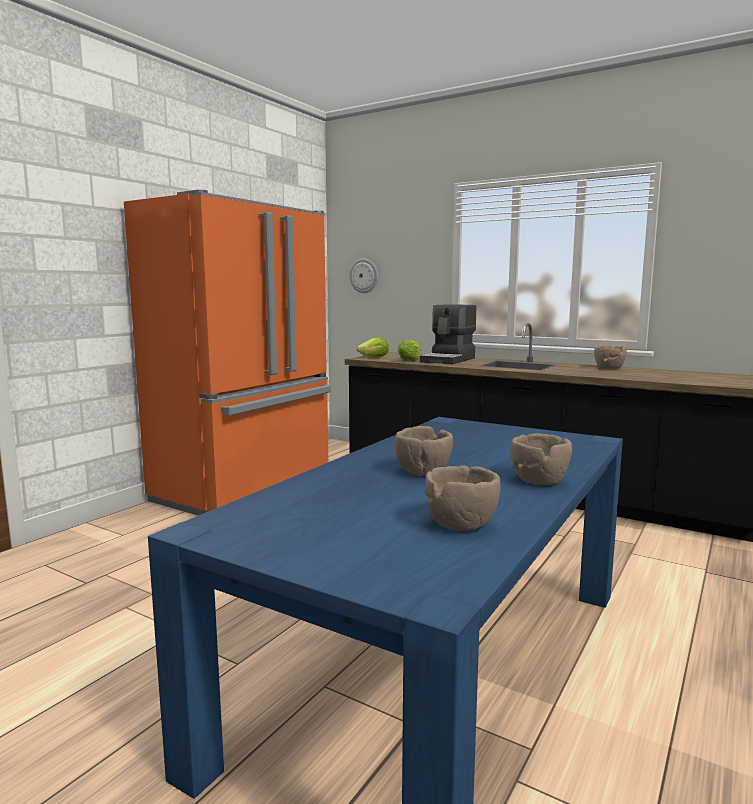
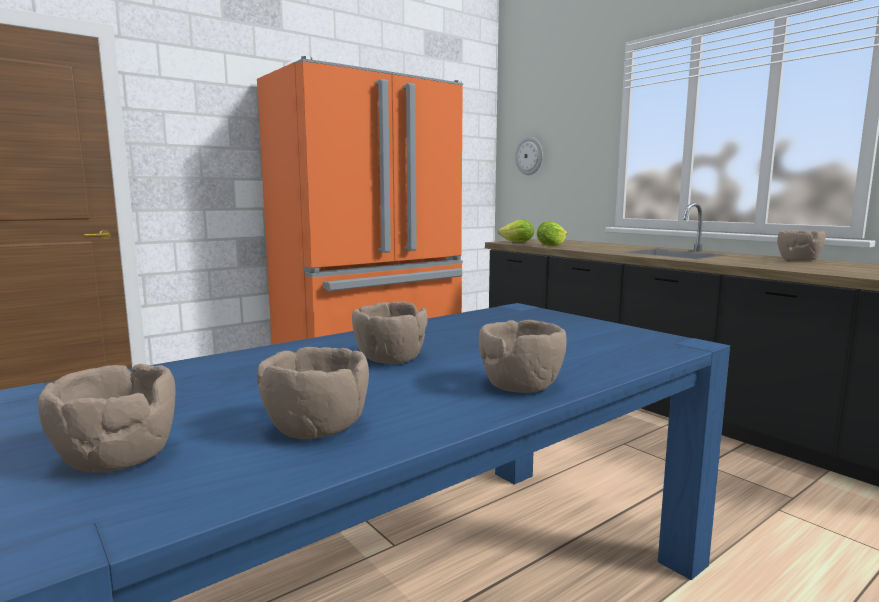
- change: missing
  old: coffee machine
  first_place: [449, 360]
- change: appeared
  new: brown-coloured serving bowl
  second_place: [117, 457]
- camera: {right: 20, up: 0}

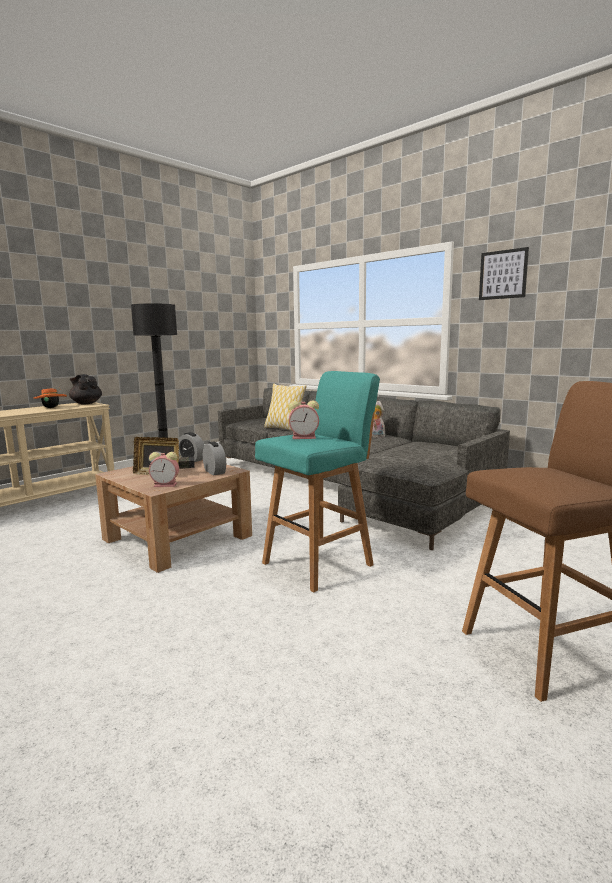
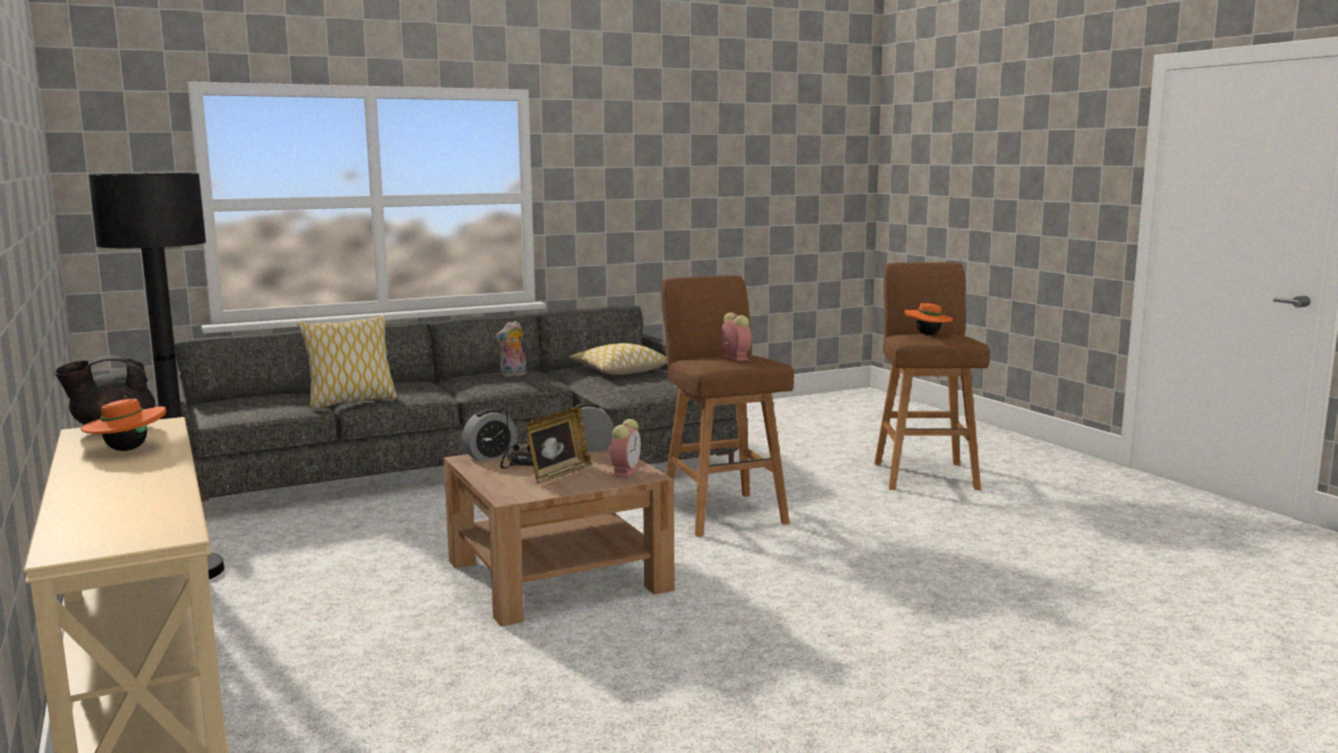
- change: missing
  old: wall art
  first_place: [503, 274]
- change: appeared
  new: cushion
  second_place: [619, 371]
- change: appeared
  new: orange wearable hat
  second_place: [928, 334]
- change: colour
  old: turquoise-coloured sitting stool
  new: brown-coloured sitting stool
  first_place: [320, 563]
  second_place: [722, 513]
- change: spun
  old: table clock
  first_place: [305, 437]
  second_place: [734, 358]
  degrees: -45
- camera: {right: -70, up: 0}

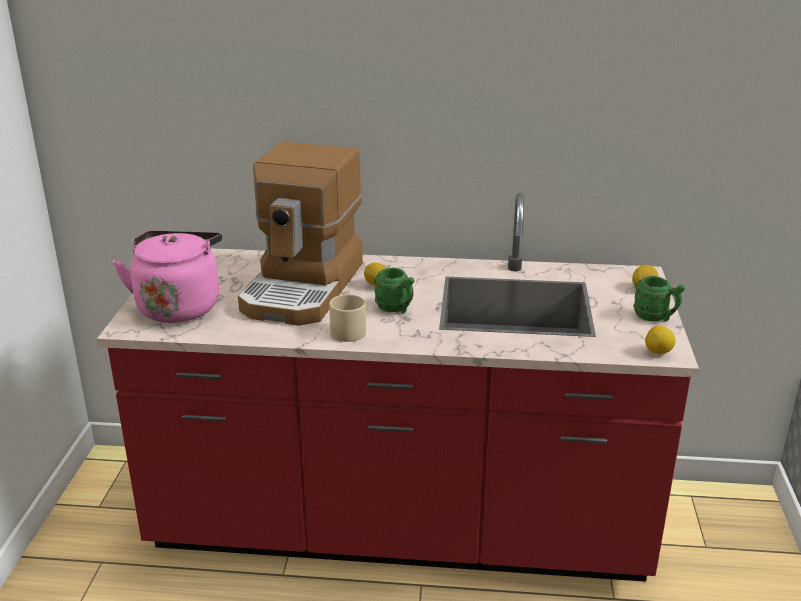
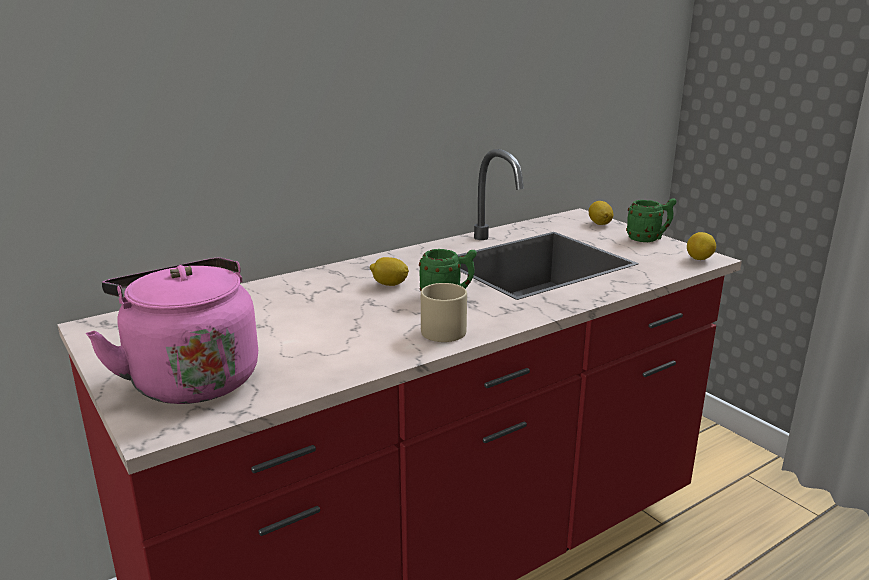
- change: missing
  old: coffee machine
  first_place: [304, 288]
- camera: {right: -40, up: -5}

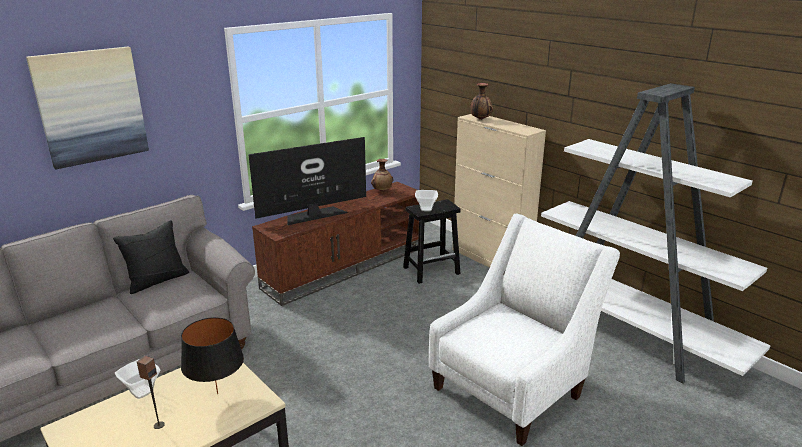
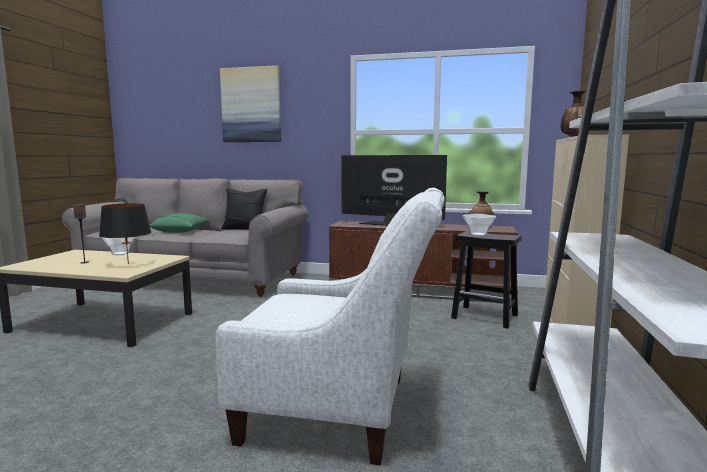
- change: appeared
  new: greenish cushion
  second_place: [180, 231]
- camera: {right: 55, up: -15}

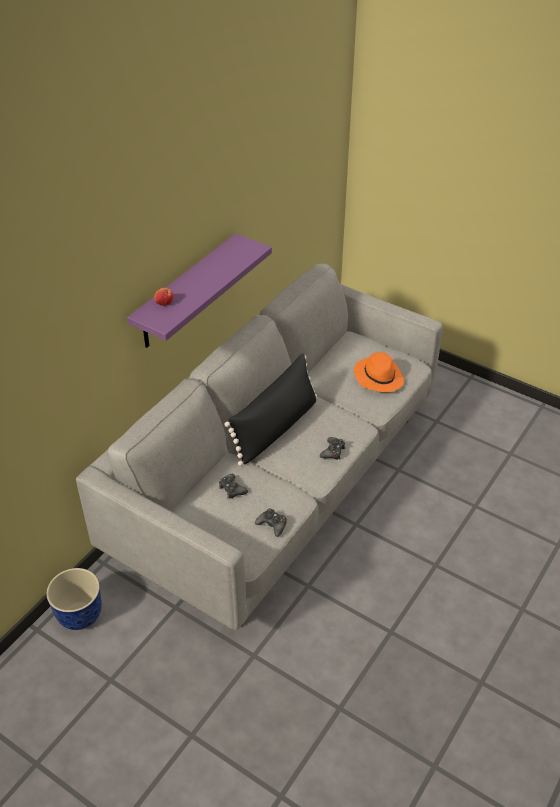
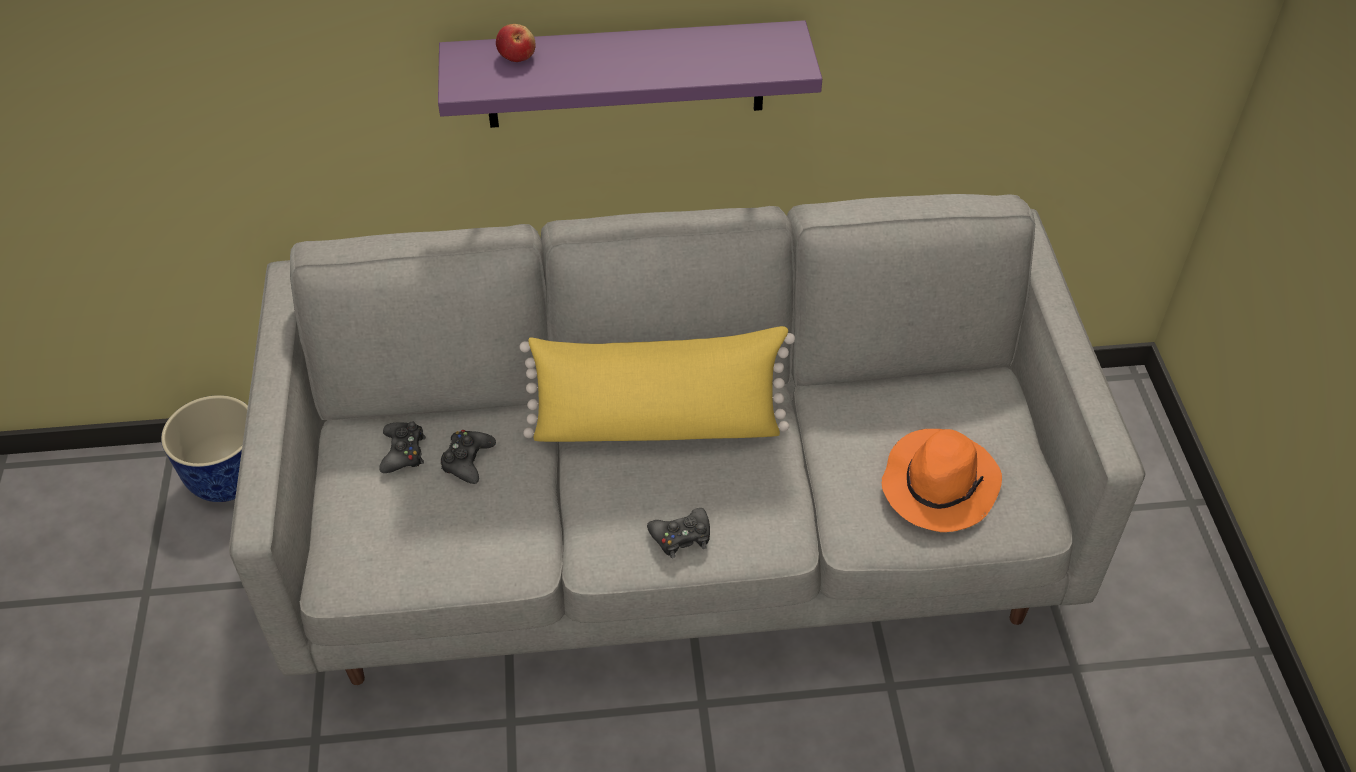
- change: relocated
  old: black game controller
  first_place: [272, 525]
  second_place: [403, 452]
- change: colour
  old: black cushion
  new: yellow cushion
  first_place: [275, 428]
  second_place: [657, 426]
- camera: {right: 50, up: 5}

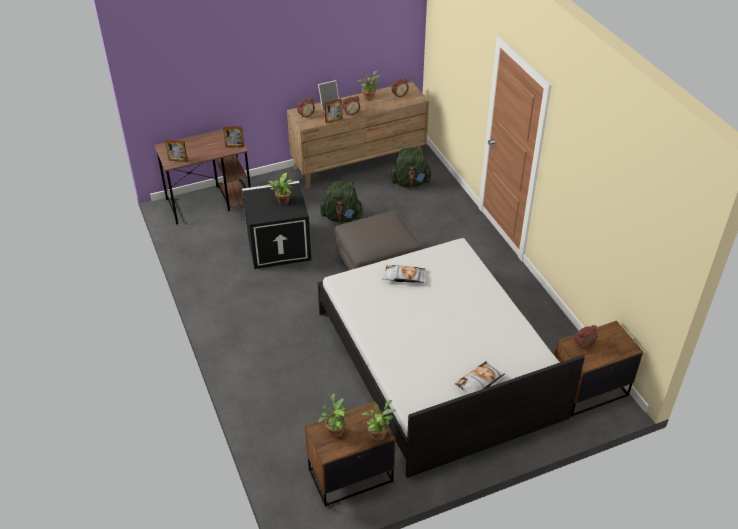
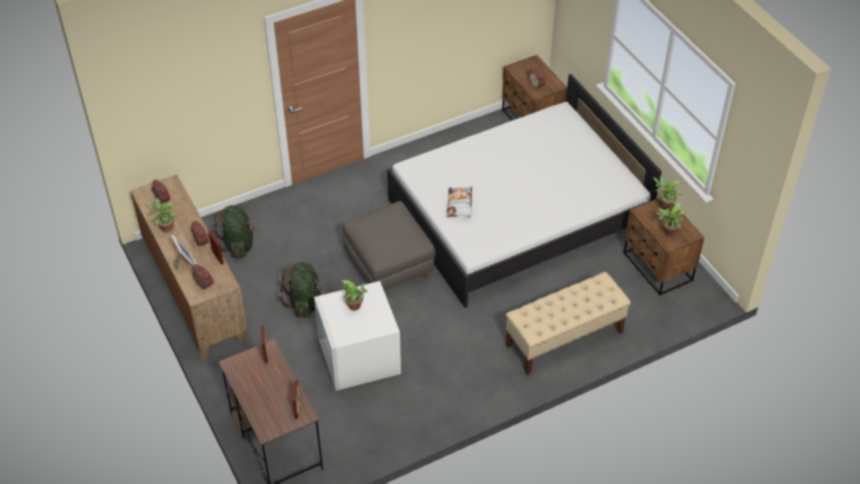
- change: missing
  old: cushion
  first_place: [479, 382]
- change: appeared
  new: sand-coloured indoor bench
  second_place: [564, 339]
- change: colour
  old: black storage bin
  new: whitish storage bin
  first_place: [279, 245]
  second_place: [357, 355]
- camera: {right: -95, up: 5}

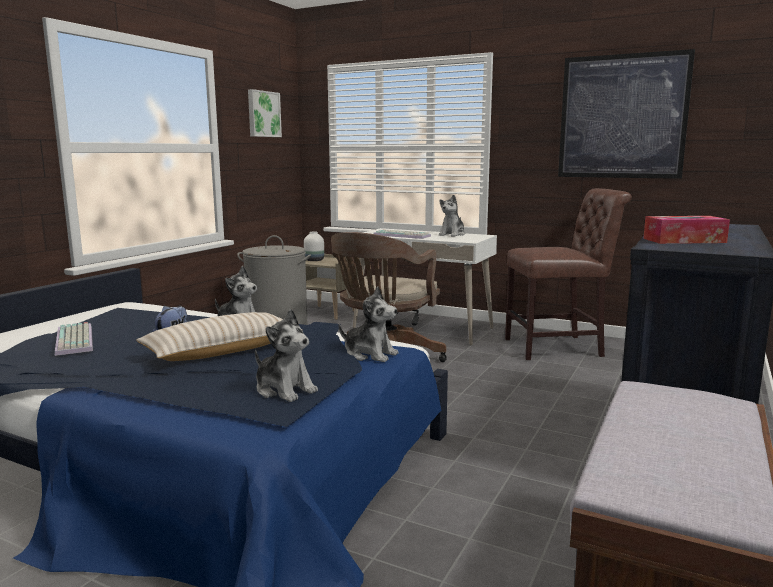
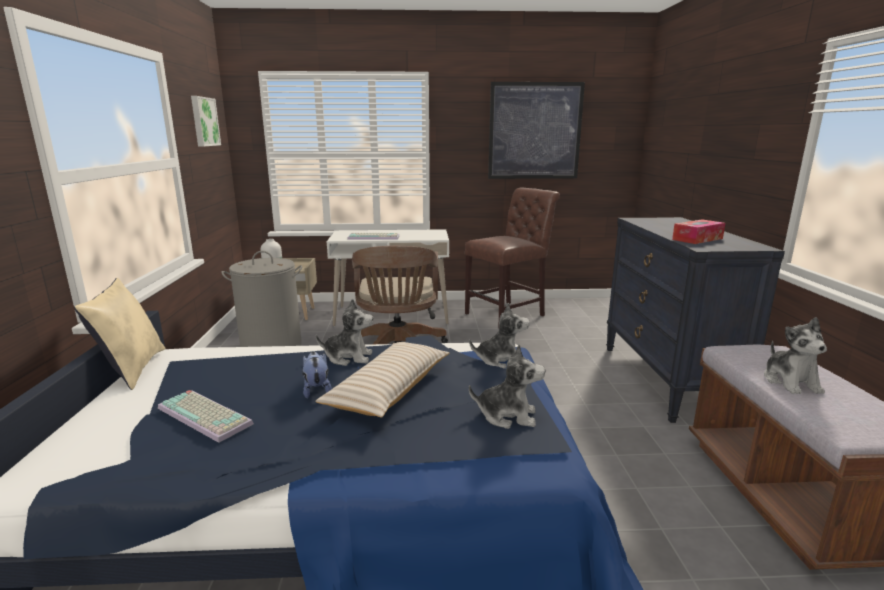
- change: appeared
  new: sand-coloured cushion
  second_place: [132, 369]
- change: relocated
  old: cuddly toy
  first_place: [452, 234]
  second_place: [790, 382]
- camera: {right: -30, up: 5}

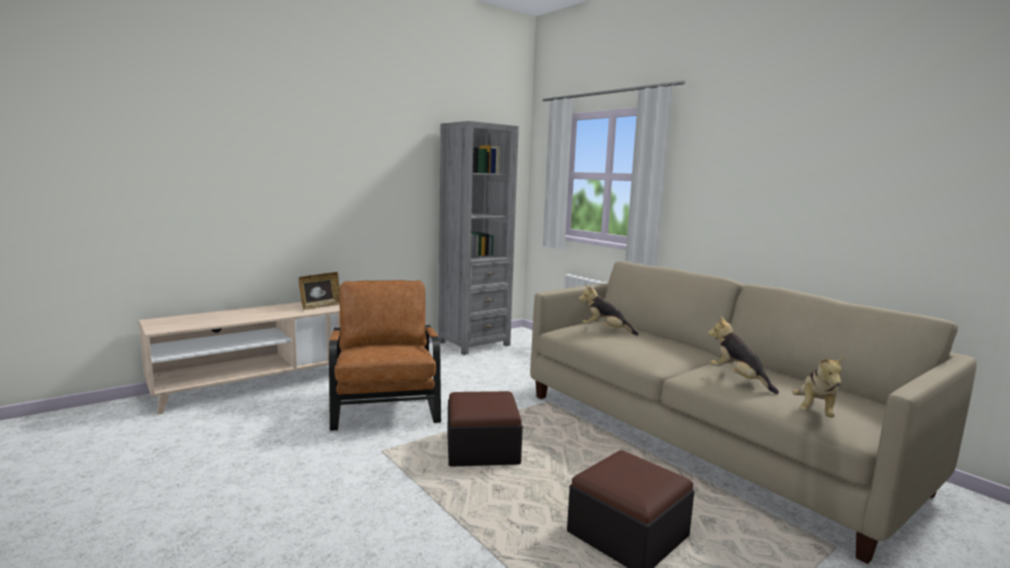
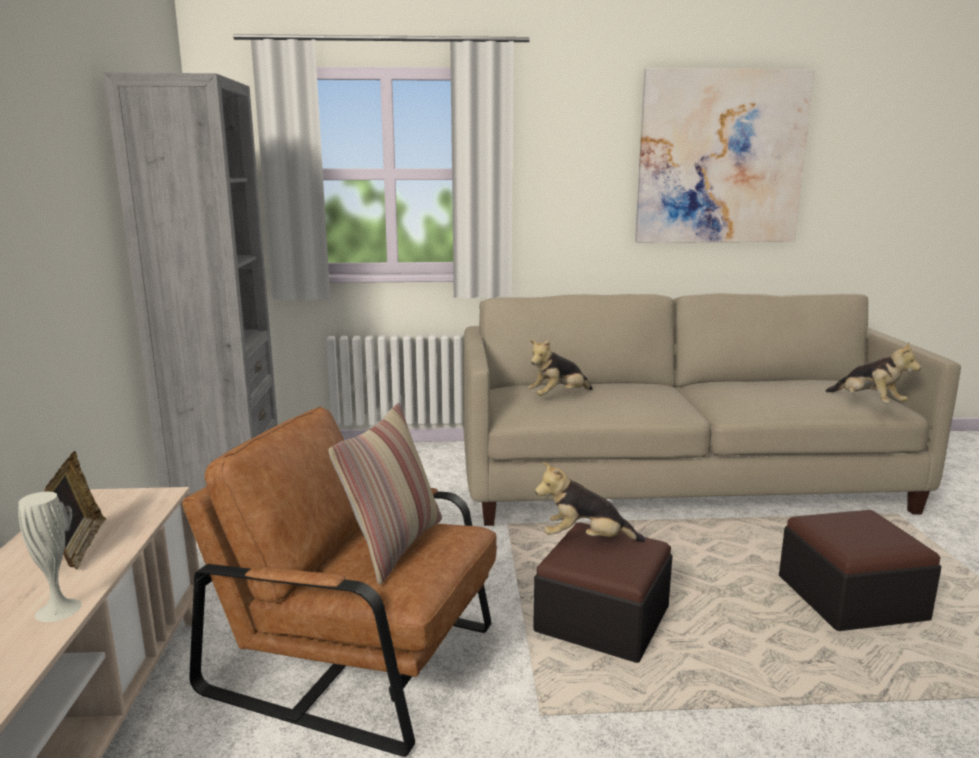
- change: appeared
  new: whitish decorative vase
  second_place: [58, 610]
- change: appeared
  new: cushion
  second_place: [394, 546]
- change: appeared
  new: wall art
  second_place: [720, 158]
- change: relocated
  old: cuddly toy
  first_place: [738, 380]
  second_place: [585, 540]
- camera: {right: -55, up: 5}

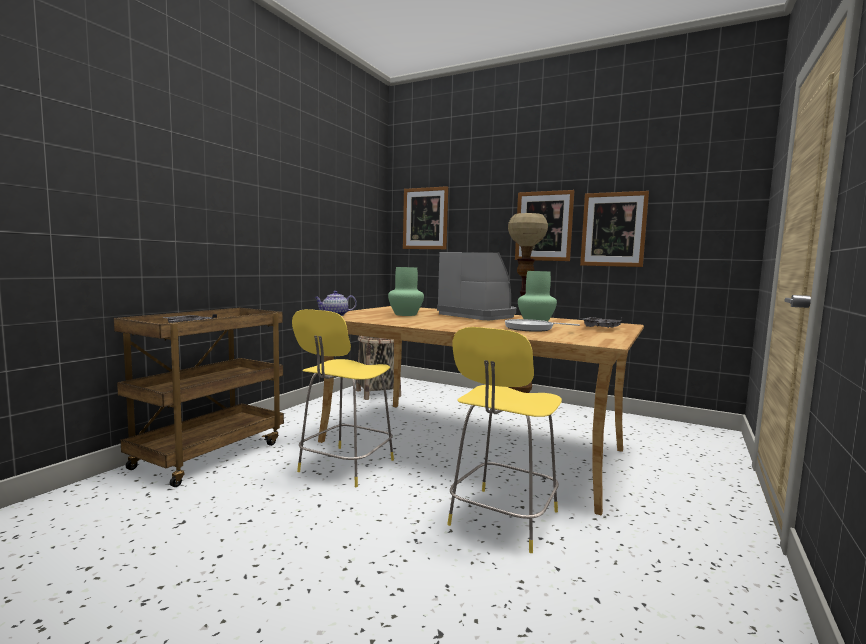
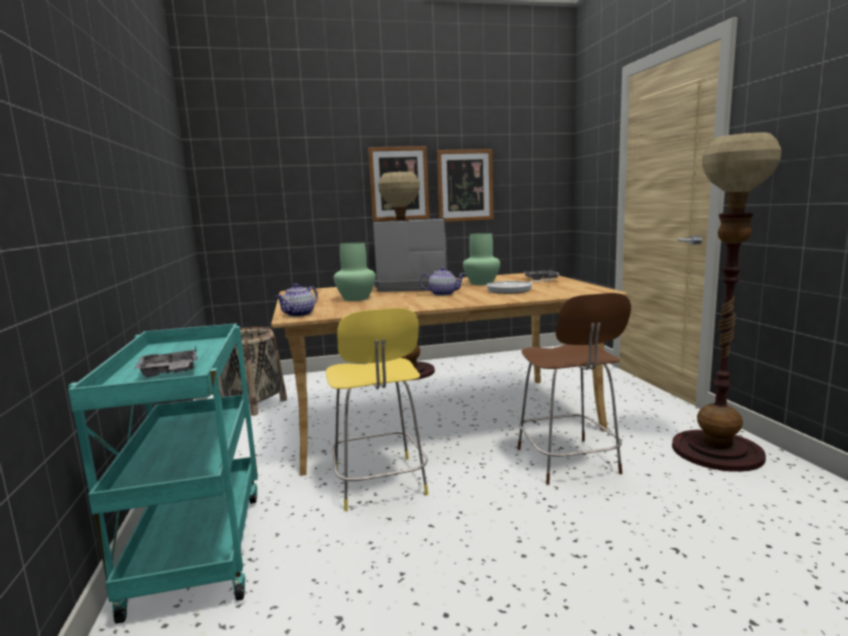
- change: missing
  old: wall art
  first_place: [425, 218]
- change: appeared
  new: tea pot
  second_place: [443, 294]
- change: appeared
  new: floor lamp
  second_place: [717, 451]
- change: colour
  old: brown-coloured wheeled cart
  new: turquoise-coloured wheeled cart
  first_place: [210, 454]
  second_place: [197, 547]
- change: colour
  old: yellow sitting stool
  new: brown-coloured sitting stool
  first_place: [502, 520]
  second_place: [568, 462]
- camera: {right: -40, up: 5}

